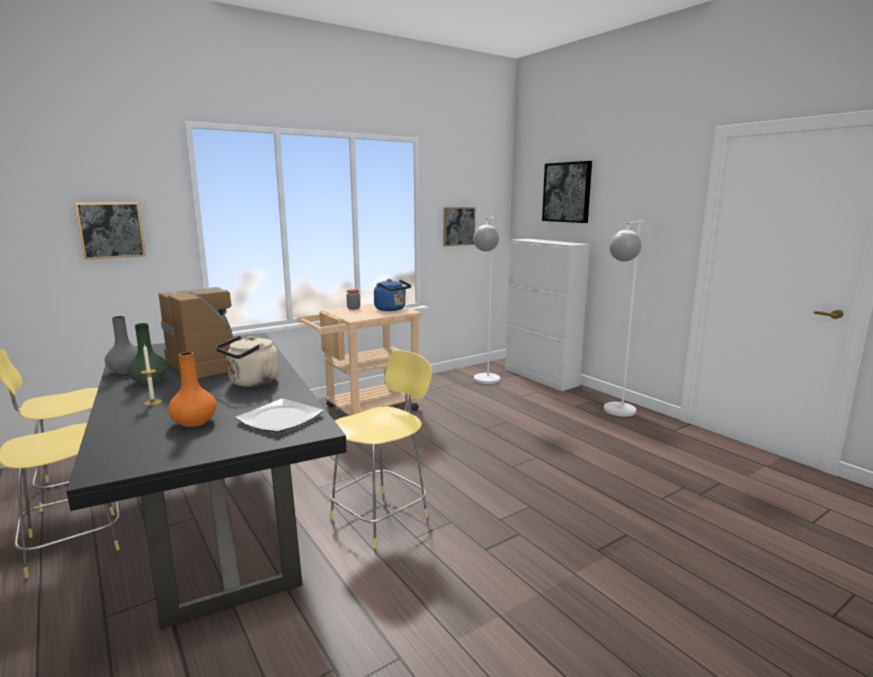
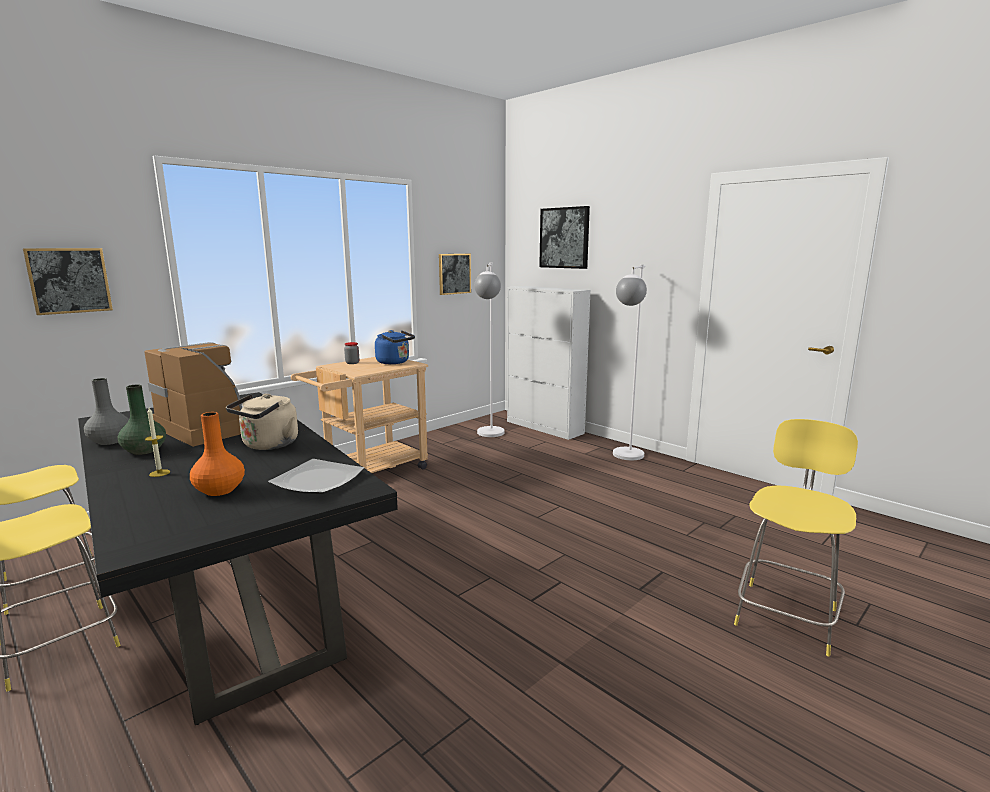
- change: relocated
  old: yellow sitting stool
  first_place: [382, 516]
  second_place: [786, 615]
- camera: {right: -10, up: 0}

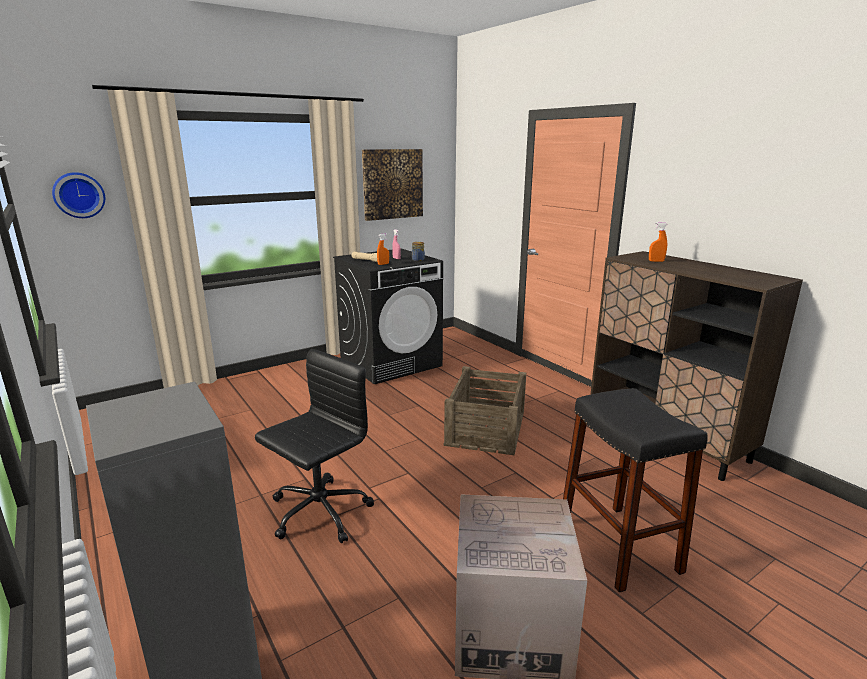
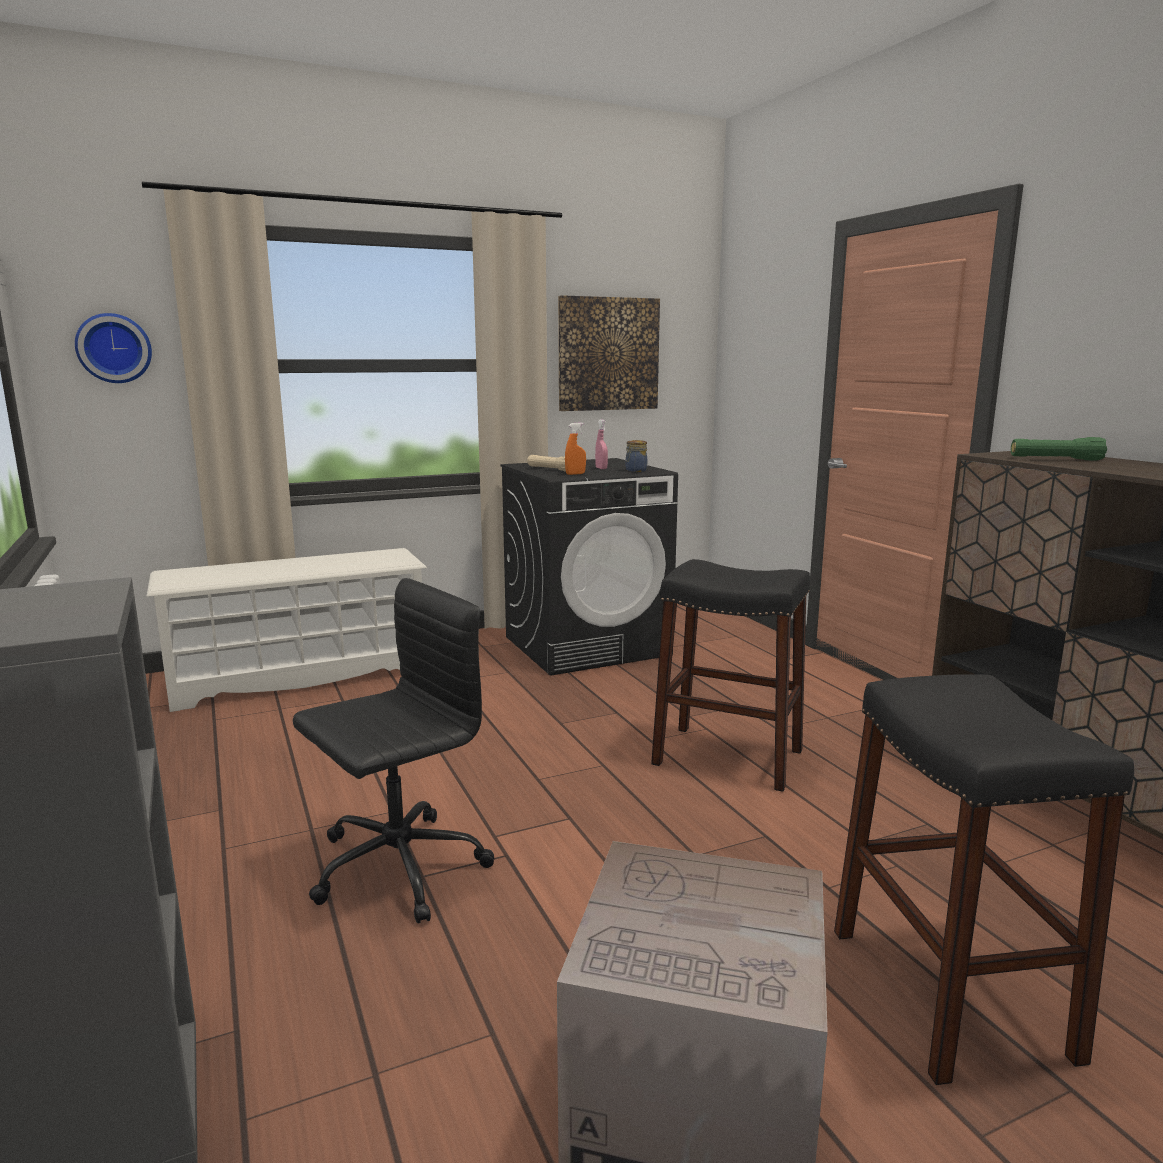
- change: appeared
  new: whitish shoe shelf
  second_place: [301, 677]
- change: exchanged
  old: shipping crate
  new: black sitting stool
  first_place: [486, 428]
  second_place: [728, 757]
- change: exchanged
  old: orange hand sprayer
  new: greenish flashlight
  first_place: [656, 261]
  second_place: [1055, 459]
- camera: {right: 10, up: -5}

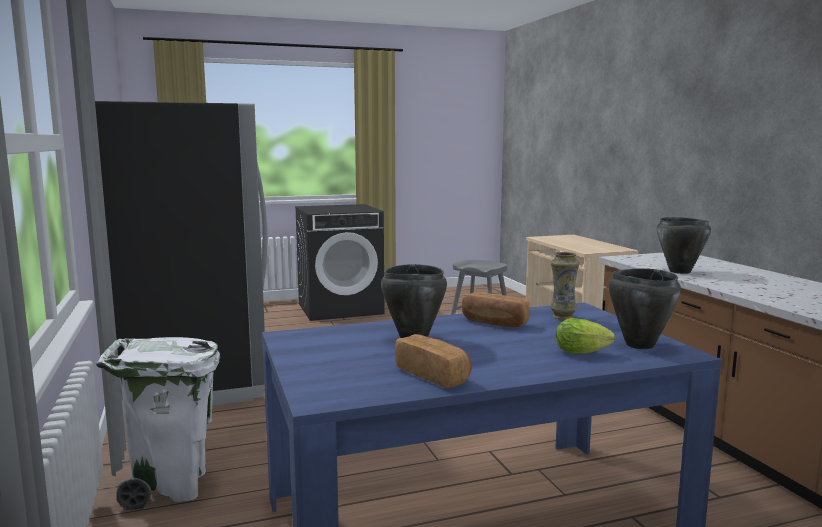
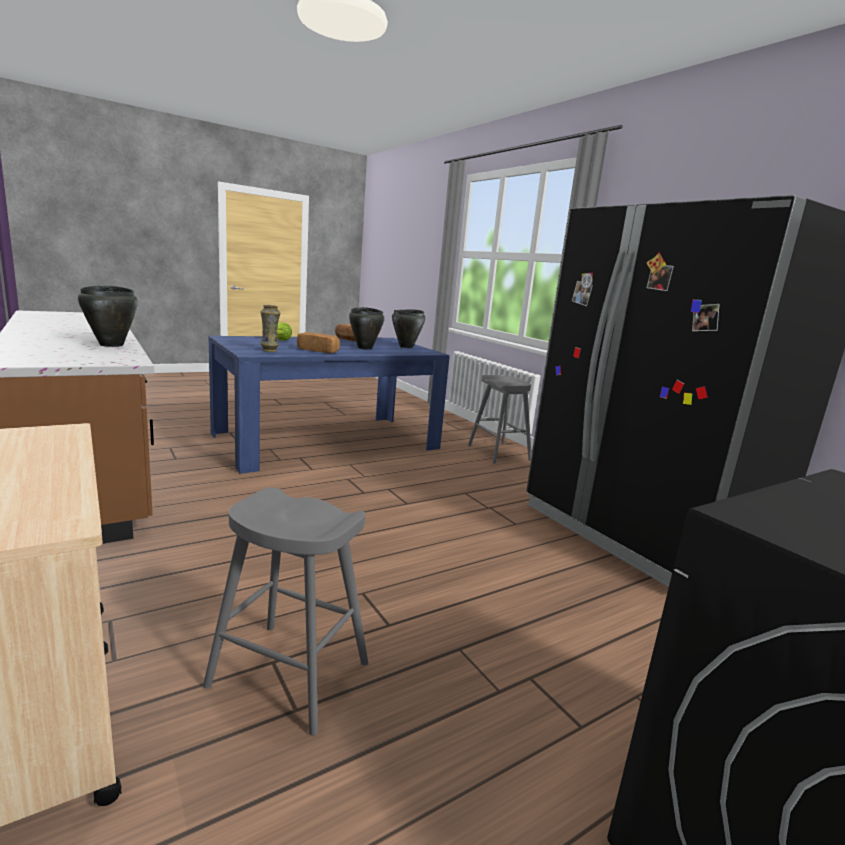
- change: relocated
  old: black stockpot
  first_place: [639, 345]
  second_place: [406, 347]
- change: exchanged
  old: whitish waste bin
  new: greyish sitting stool
  first_place: [171, 486]
  second_place: [498, 453]
- camera: {right: 165, up: 5}

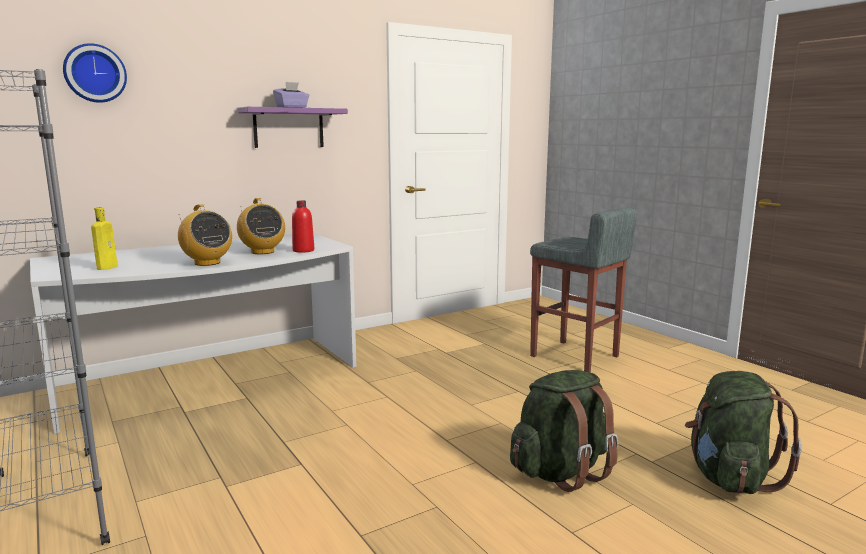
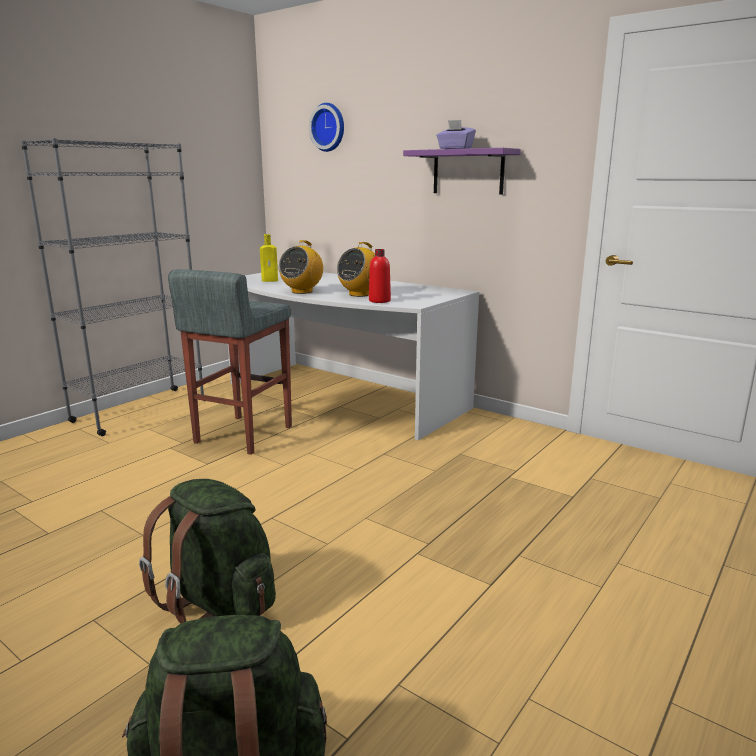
- change: relocated
  old: greyish sitting stool
  first_place: [575, 357]
  second_place: [242, 435]
- camera: {right: 70, up: 5}

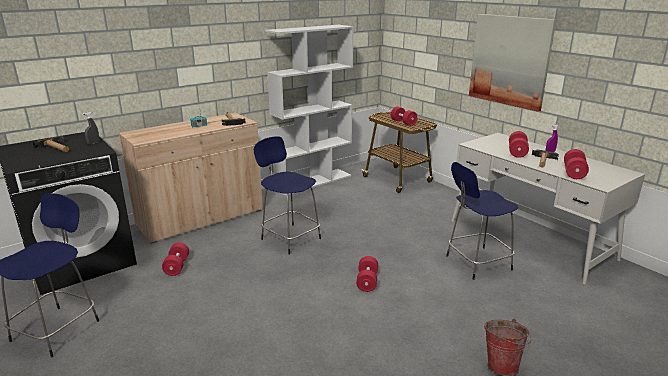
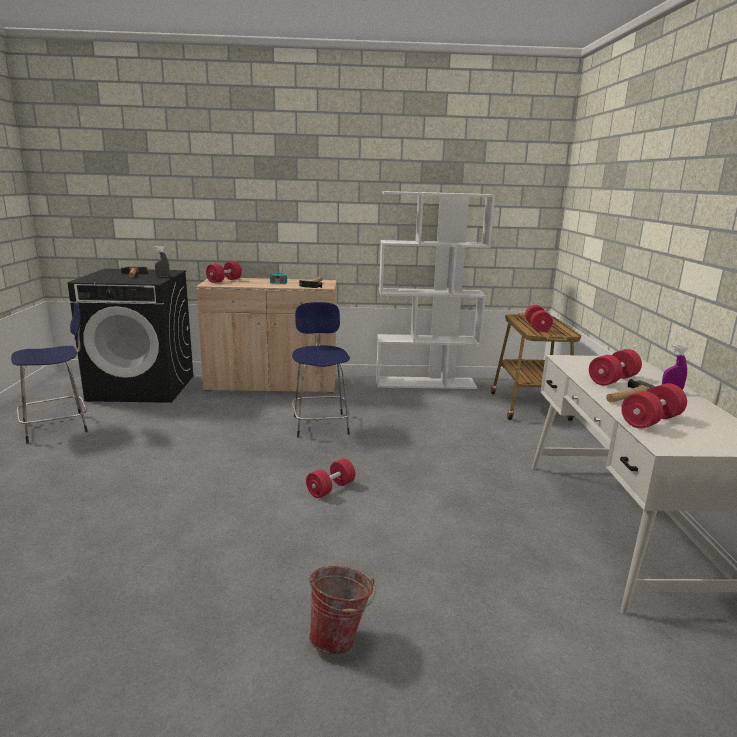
- change: missing
  old: bluish sitting stool
  first_place: [476, 263]
- change: missing
  old: wall art
  first_place: [510, 61]
- change: relocated
  old: reddish free weight
  first_place: [177, 266]
  second_place: [224, 280]
- camera: {right: 35, up: -5}

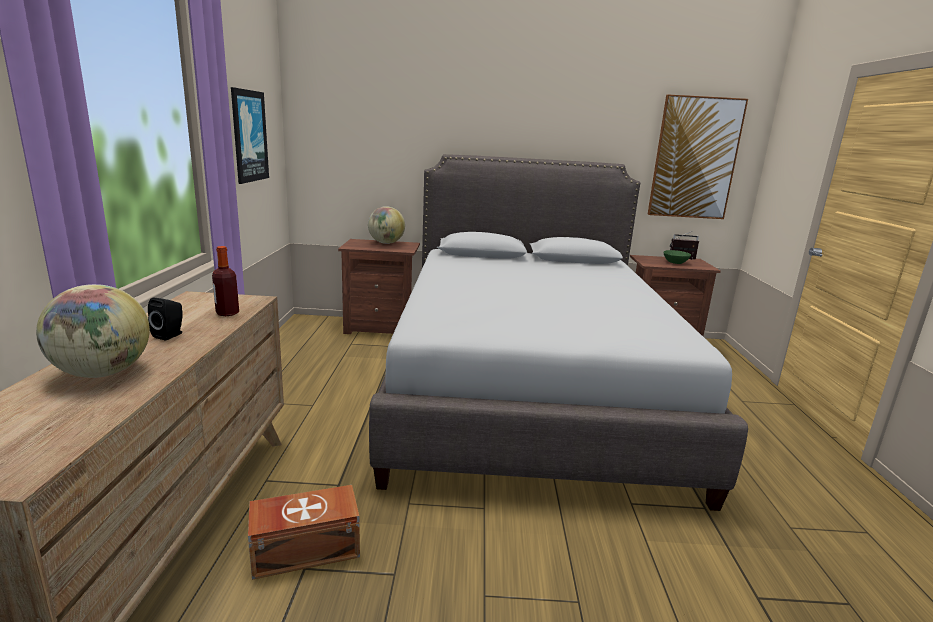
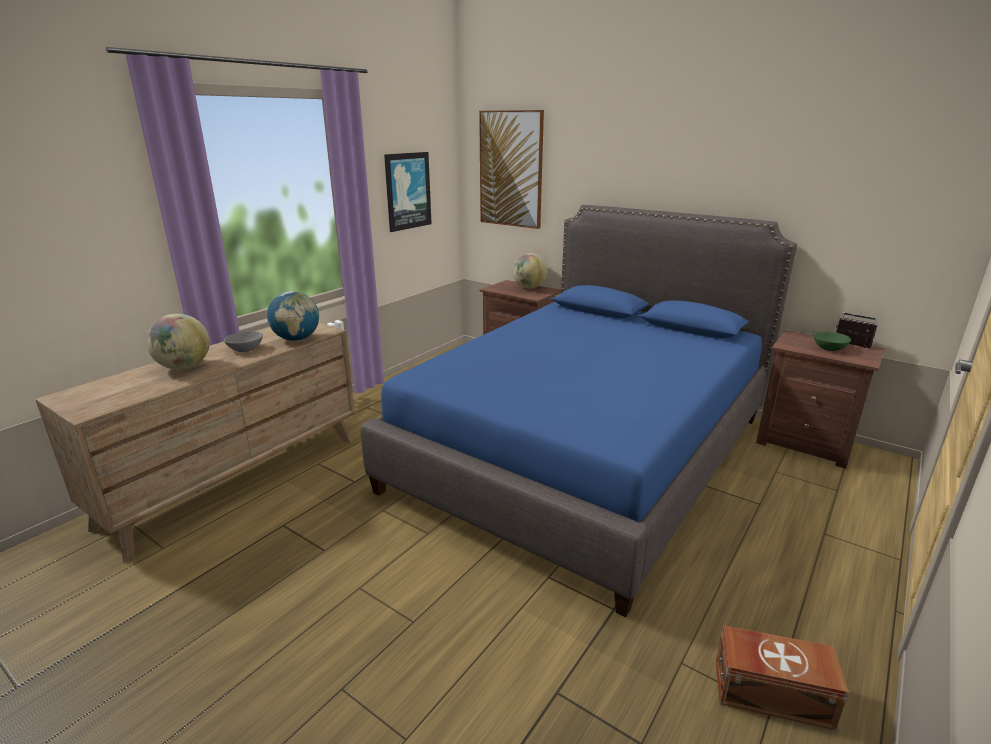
- change: relocated
  old: brown-coloured storage bin
  first_place: [304, 548]
  second_place: [770, 691]
- change: relocated
  old: wall art
  first_place: [695, 158]
  second_place: [511, 169]
- change: exchanged
  old: black audio speaker
  new: greyish serving bowl
  first_place: [170, 335]
  second_place: [246, 349]
- change: exchanged
  old: drink bottle
  new: world globe
  first_place: [227, 313]
  second_place: [297, 339]
- change: colour
  old: greyish bed
  new: bluish bed
  first_place: [528, 389]
  second_place: [585, 452]
- camera: {right: 35, up: 5}

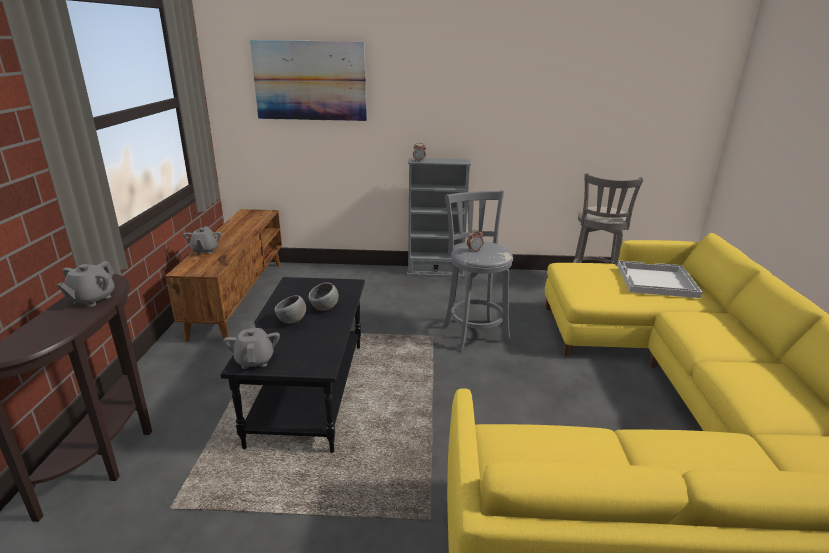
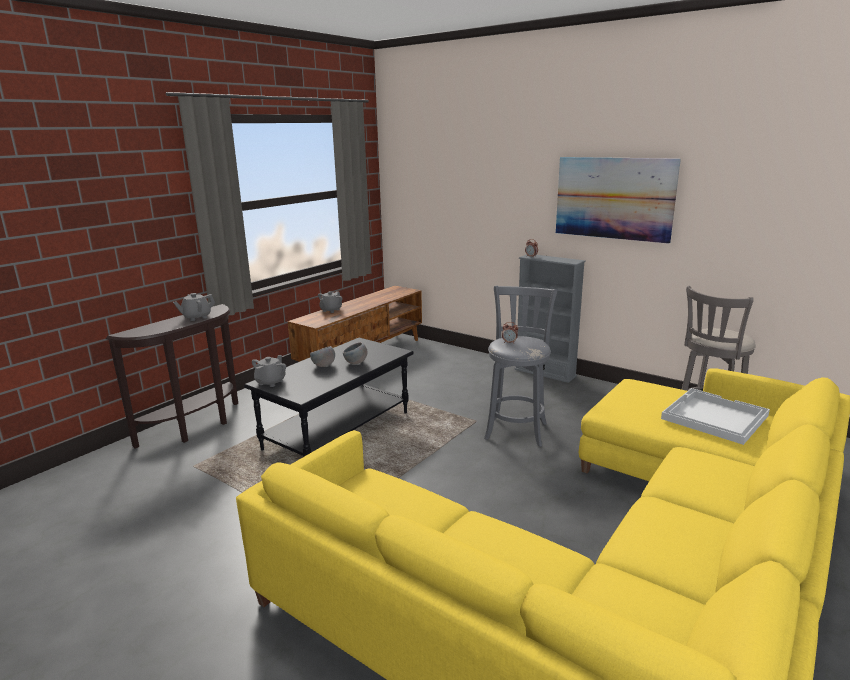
- change: relocated
  old: wall art
  first_place: [310, 81]
  second_place: [614, 198]
- camera: {right: 35, up: -5}

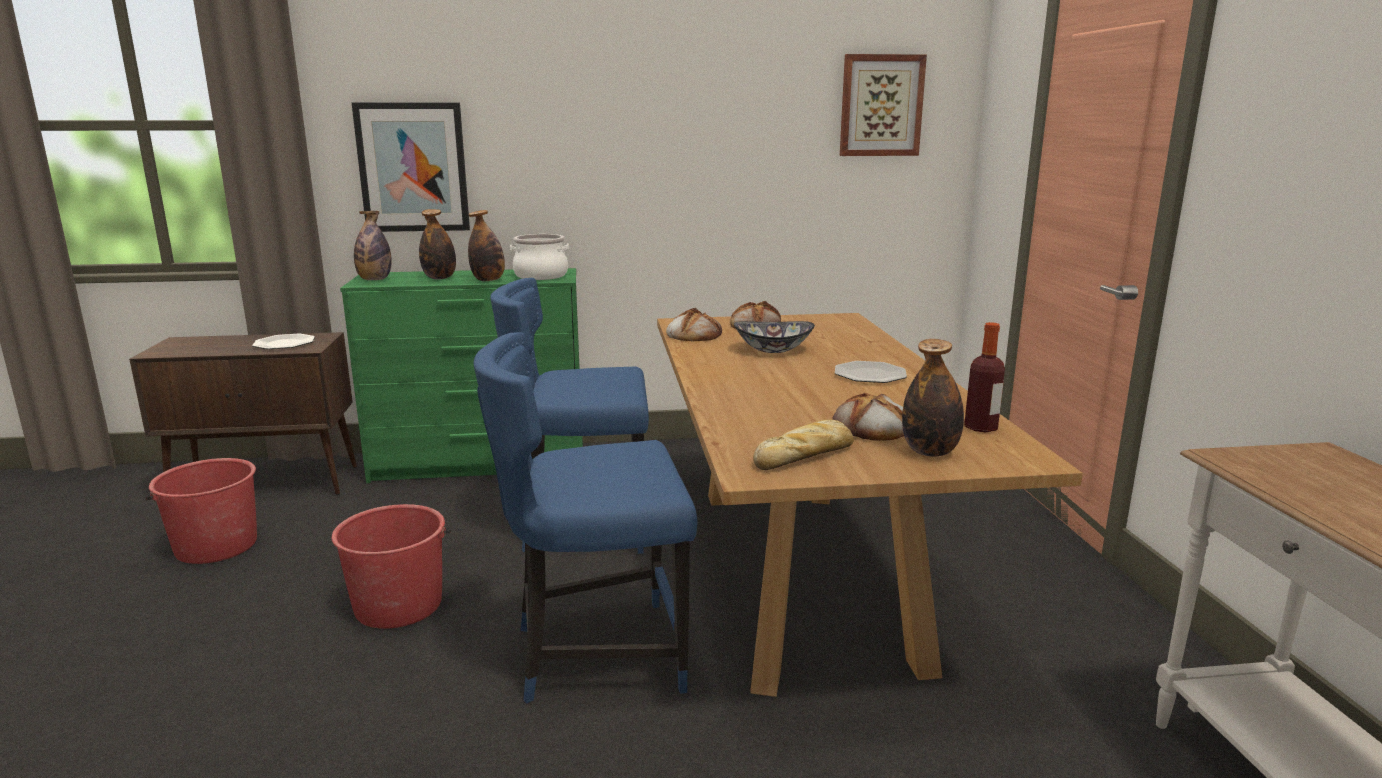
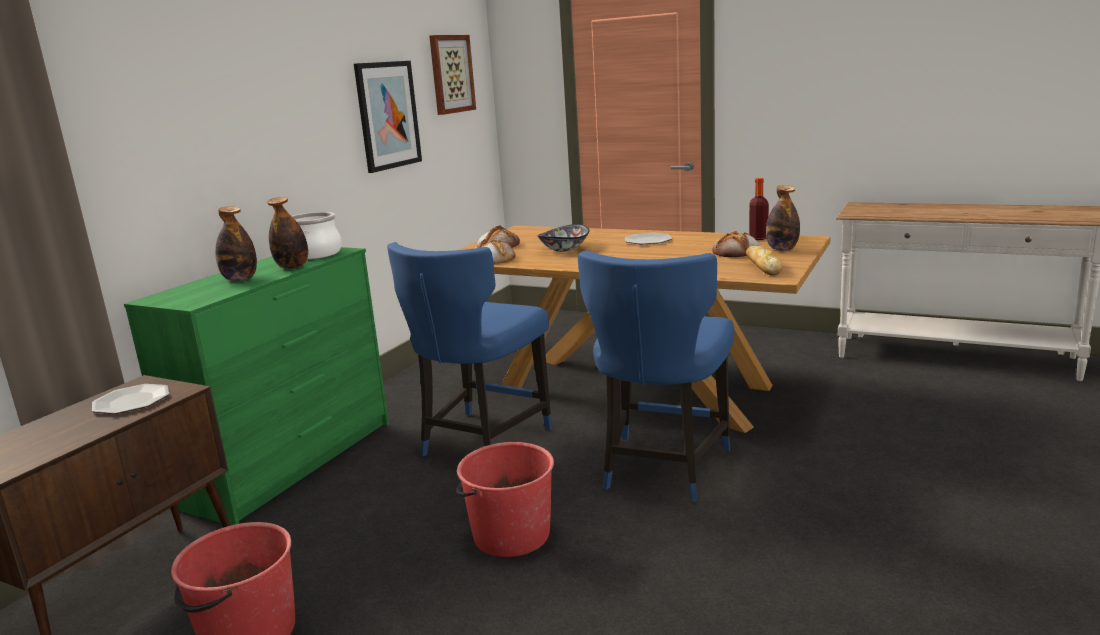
- change: missing
  old: drink bottle
  first_place: [374, 280]
- change: relocated
  old: wall art
  first_place: [413, 167]
  second_place: [387, 115]
- camera: {right: -55, up: 0}

